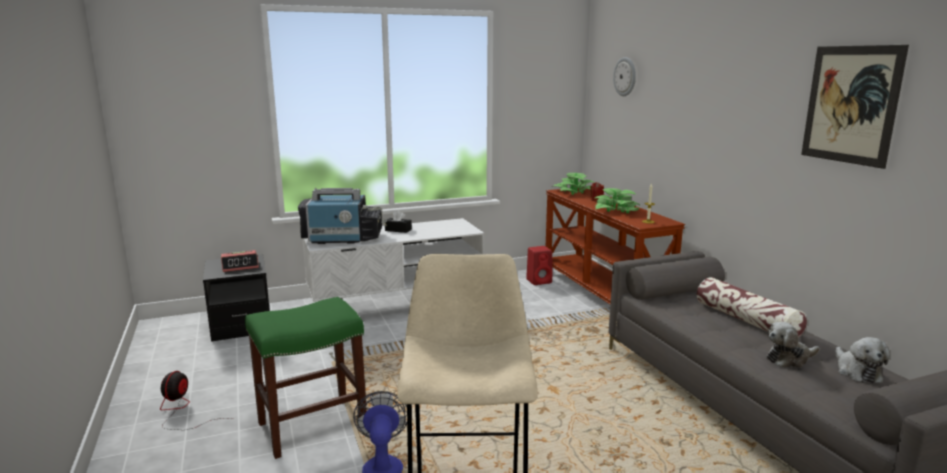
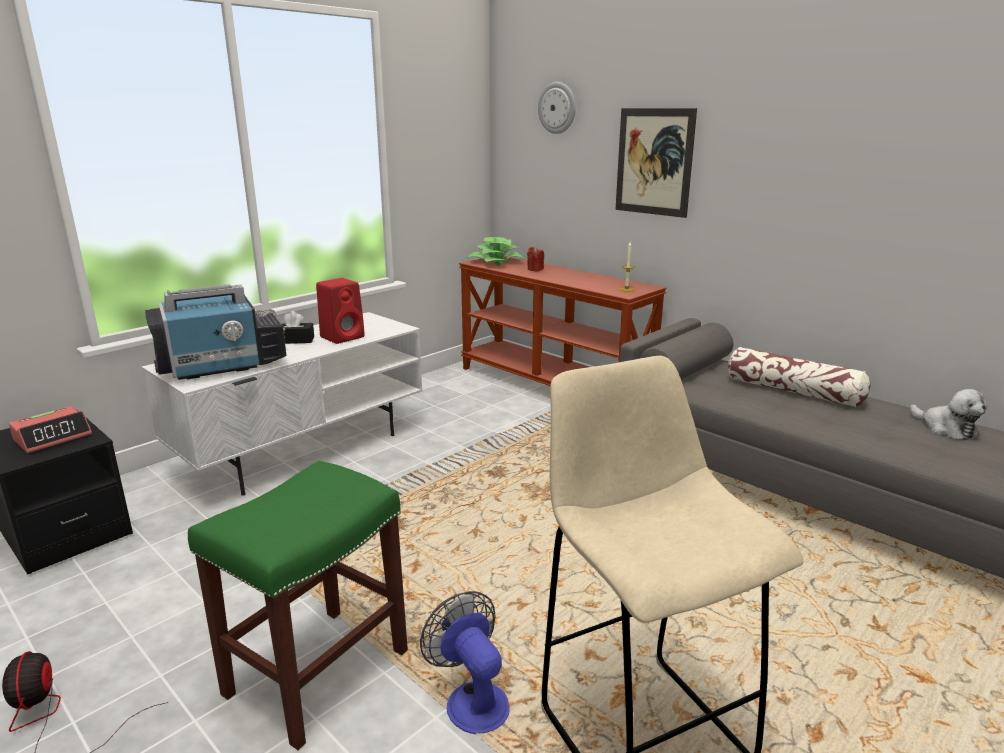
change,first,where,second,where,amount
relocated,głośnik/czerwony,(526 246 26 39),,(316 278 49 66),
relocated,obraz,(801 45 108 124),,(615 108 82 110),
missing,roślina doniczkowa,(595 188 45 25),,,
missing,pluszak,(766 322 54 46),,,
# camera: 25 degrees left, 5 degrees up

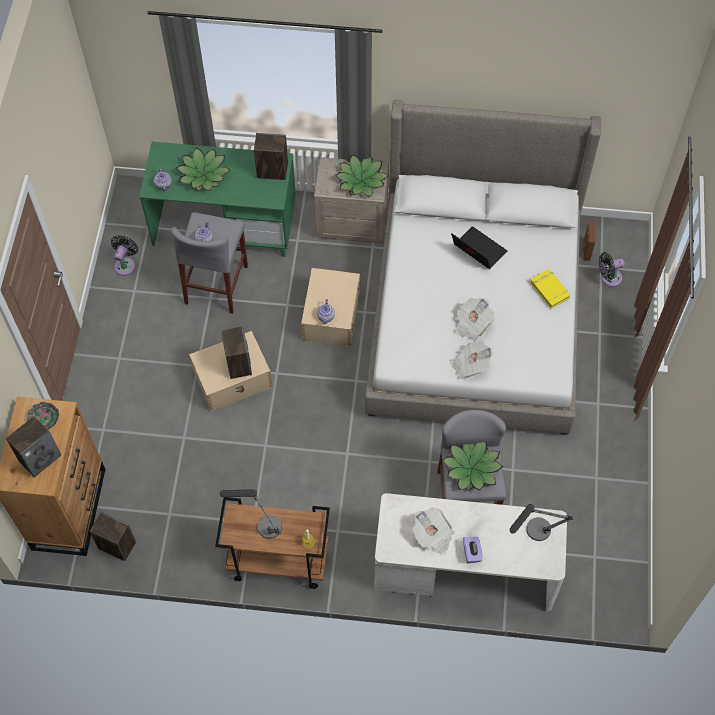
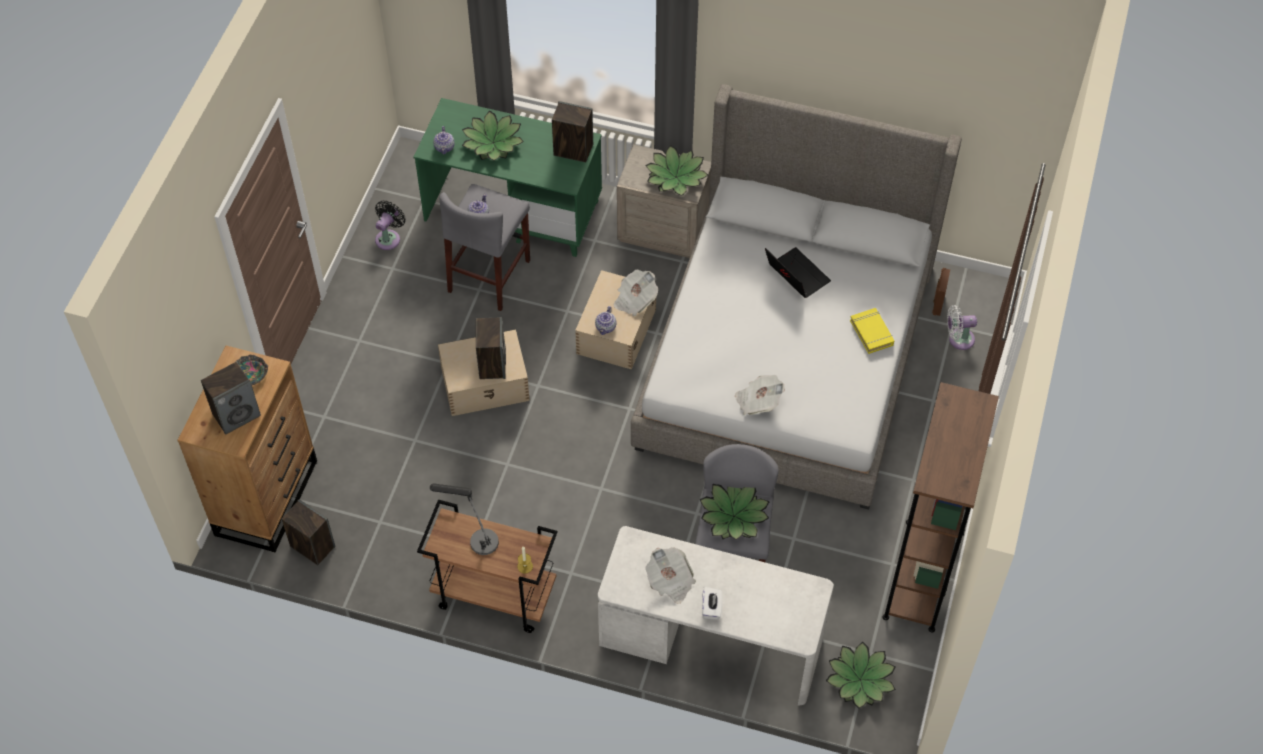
change,first,where,second,where,amount
relocated,gazeta,(455 298 39 42),,(614 269 44 47),
colour,pudełko chusteczek/fioletowy,(463 537 20 26),pudełko chusteczek/biały,(702 587 21 32),
appeared,,,roślina doniczkowa,(826 642 70 66),
appeared,,,regał/brązowy,(883 382 116 250),
colour,wentylator/czarny,(599 252 26 35),wentylator/biały,(947 305 30 45),
missing,lampa stołowa,(510 504 63 37),,,
# camera: 10 degrees right, 5 degrees down

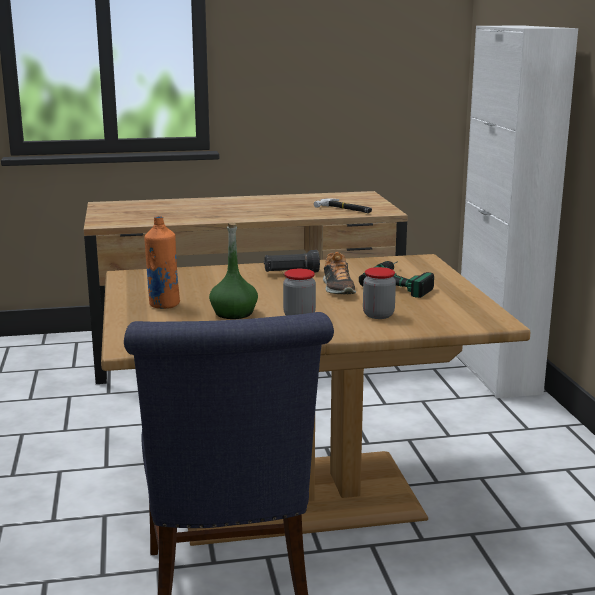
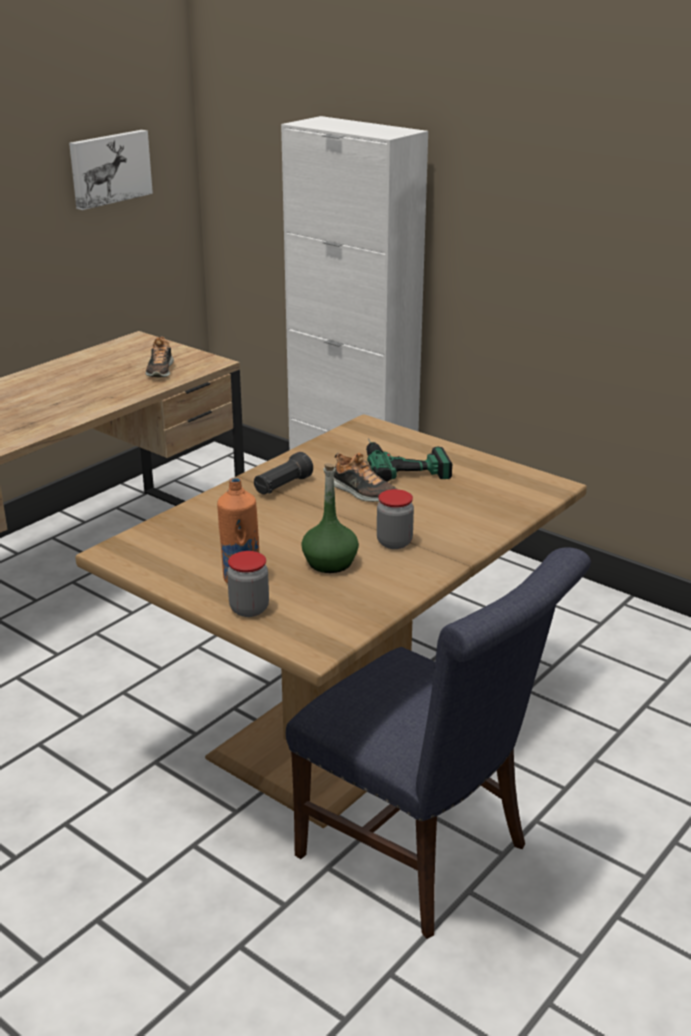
change,first,where,second,where,amount
appeared,,,obraz,(69 130 84 80),
exchanged,młotek,(314 198 58 15),but,(145 336 29 41),
relocated,słoik,(363 267 33 52),,(227 551 42 66),
# camera: 40 degrees left, 10 degrees up

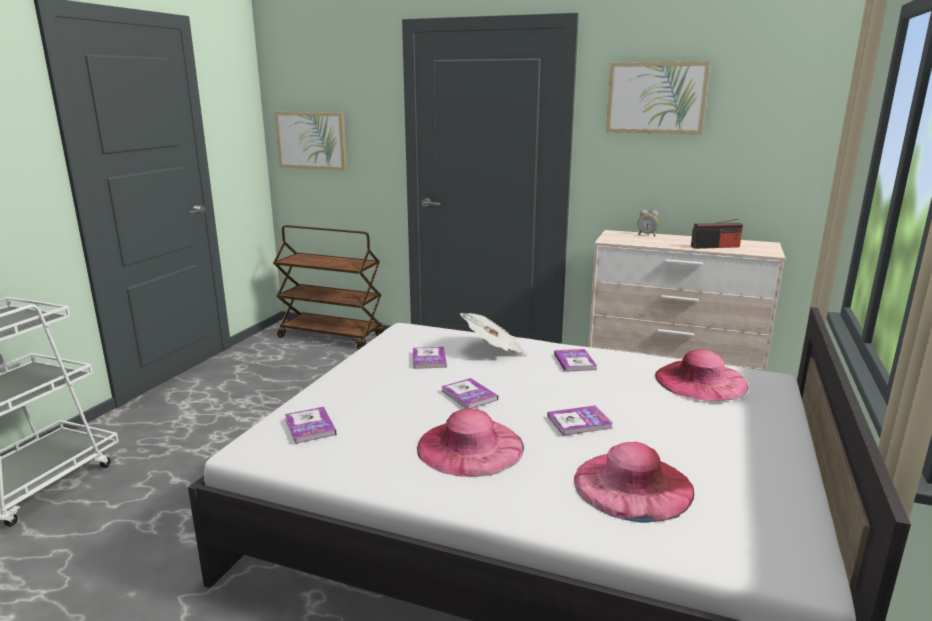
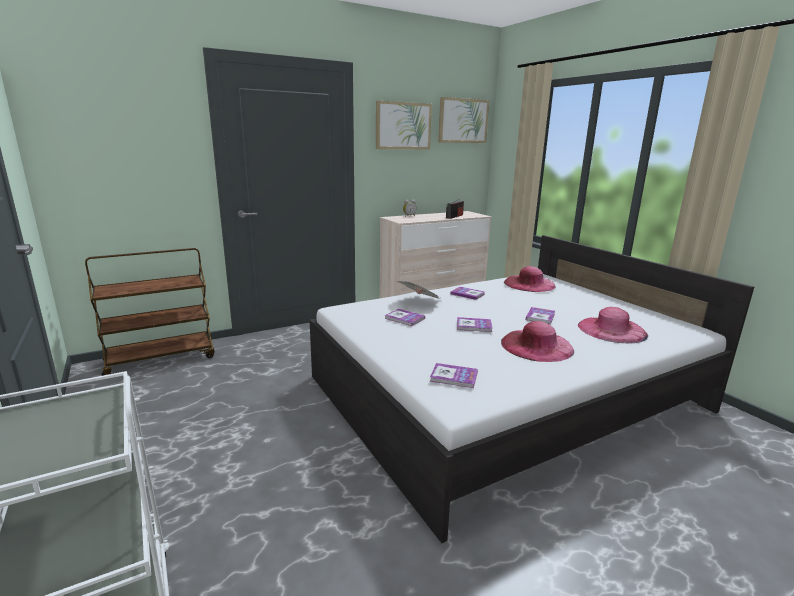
change,first,where,second,where,amount
relocated,obraz,(275 112 72 58),,(438 97 51 46),
# camera: 50 degrees left, 0 degrees up

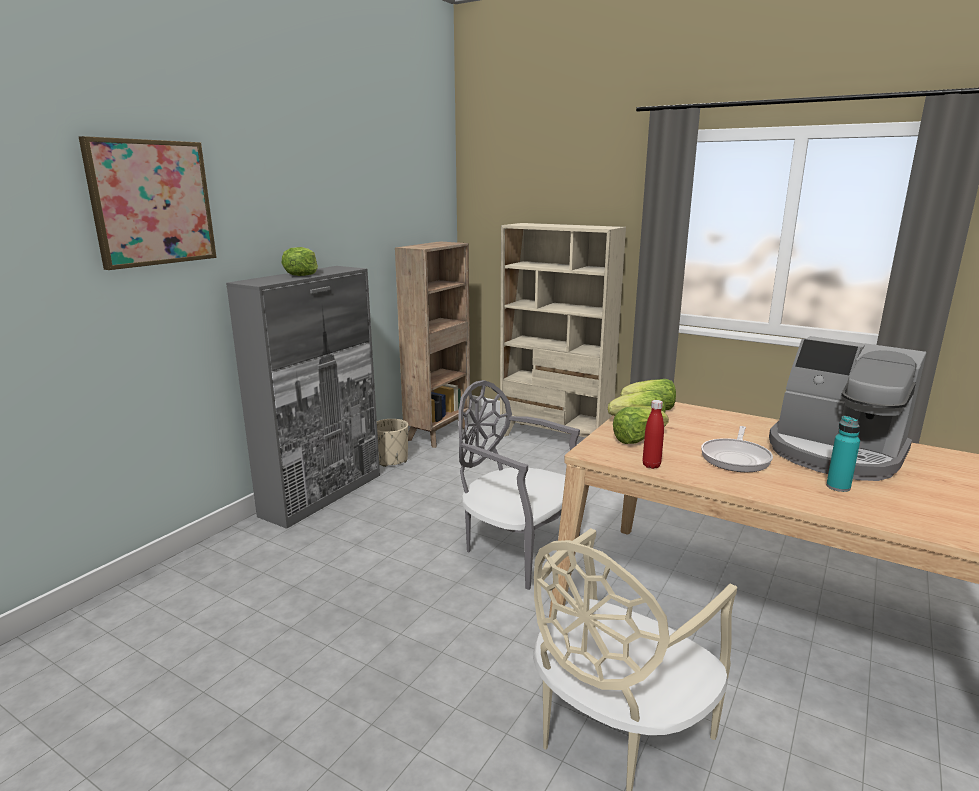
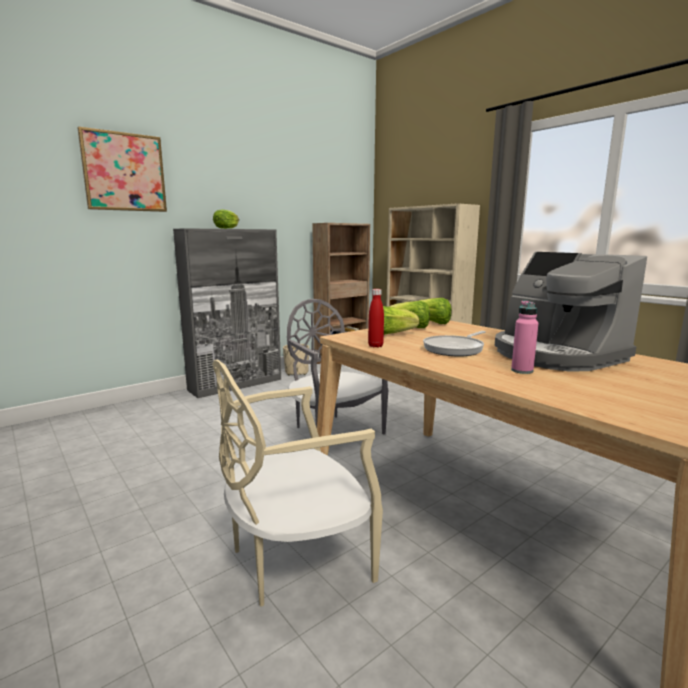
change,first,where,second,where,amount
colour,butelka/turkusowy,(826 416 34 76),butelka/różowy,(511 301 28 73),
# camera: 20 degrees right, 5 degrees down

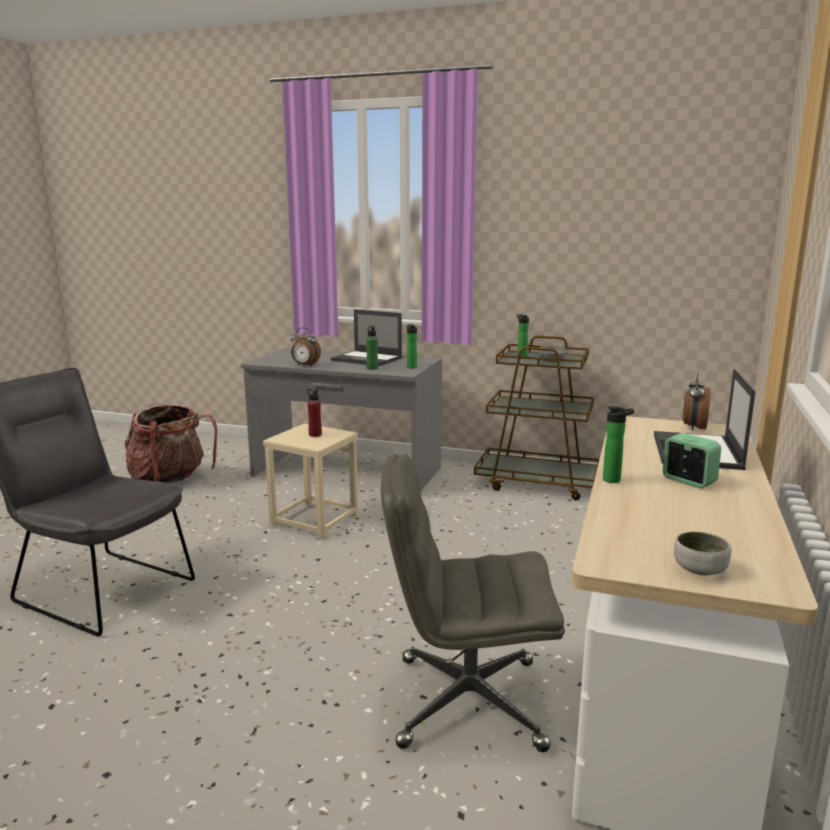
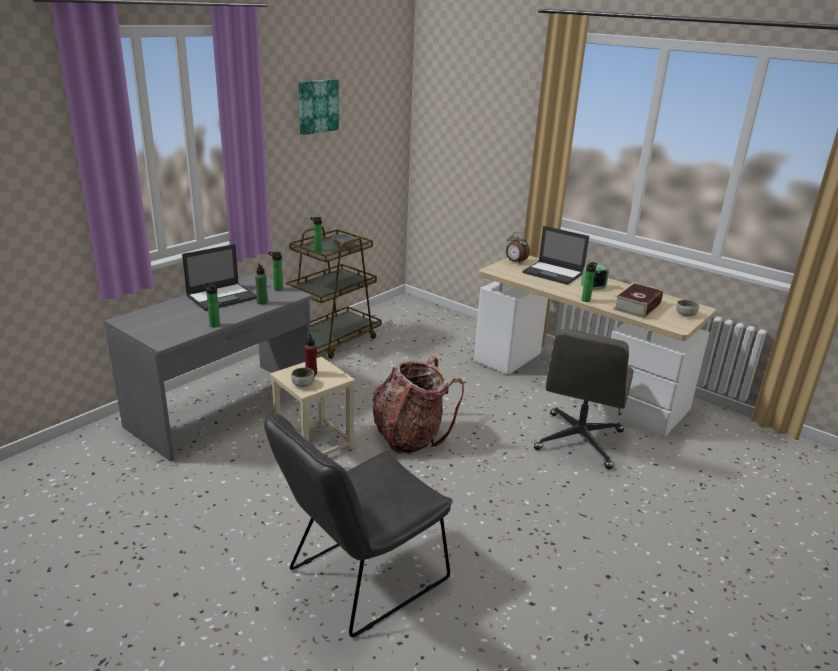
change,first,where,second,where,amount
exchanged,budzik,(291 327 30 40),butelka,(203 283 17 44),
appeared,,,miska,(291 367 24 20),
appeared,,,obraz,(298 79 41 56),
relocated,plecak,(125 403 92 80),,(372 356 92 98),
appeared,,,książka,(613 283 50 35),
# camera: 70 degrees left, 10 degrees up

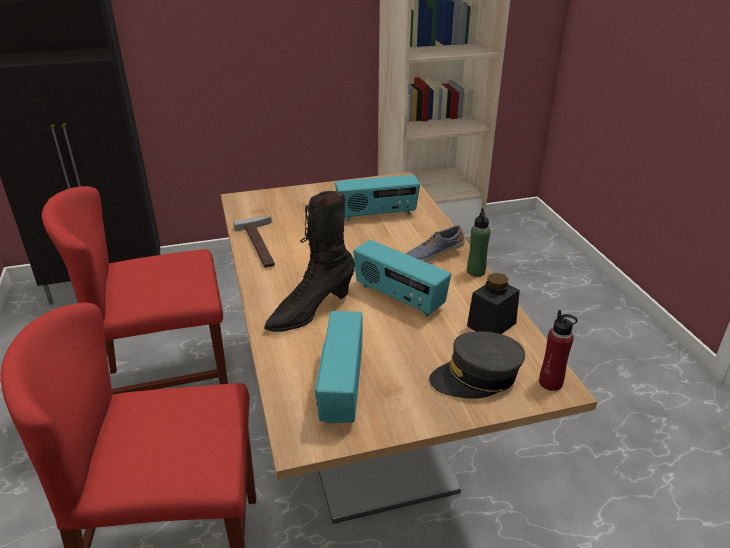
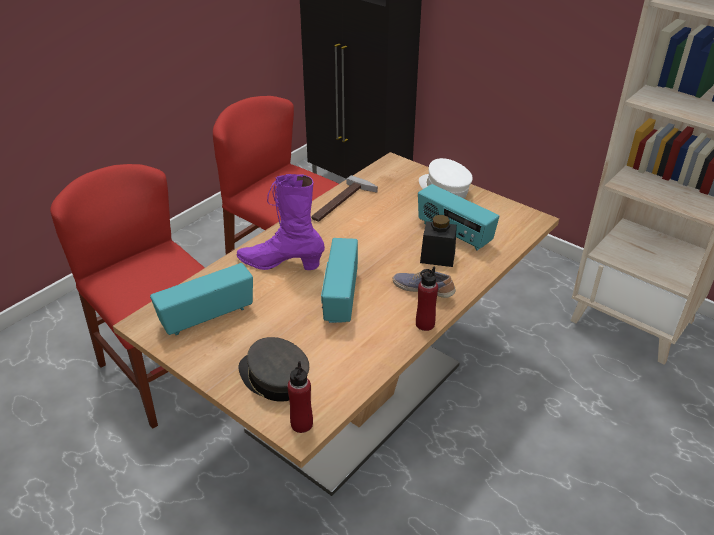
change,first,where,second,where,amount
colour,but z cholewką/czarny,(264 191 91 141),but z cholewką/fioletowy,(236 174 89 96),
colour,butelka/zielony,(467 208 24 69),butelka/czerwony,(416 267 22 64),
appeared,,,czapka z daszkiem/biały,(419 158 54 41),
relocated,słoik/czarny,(467 273 53 61),,(420 215 37 52),
# camera: 55 degrees right, 5 degrees up

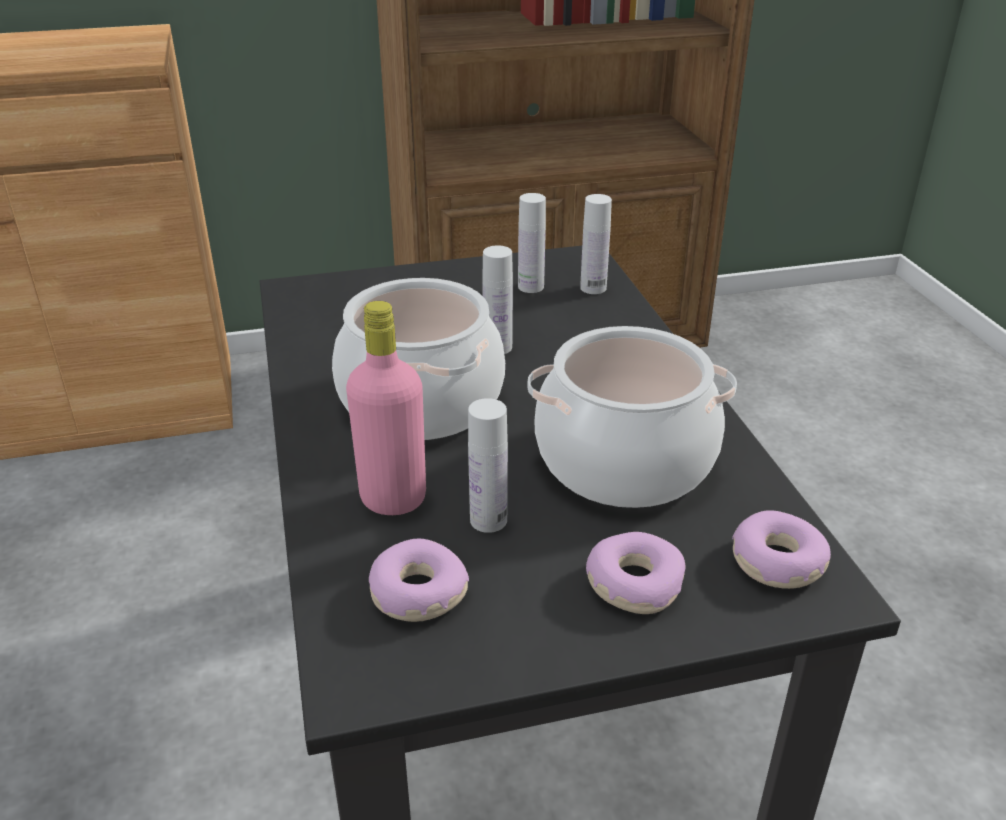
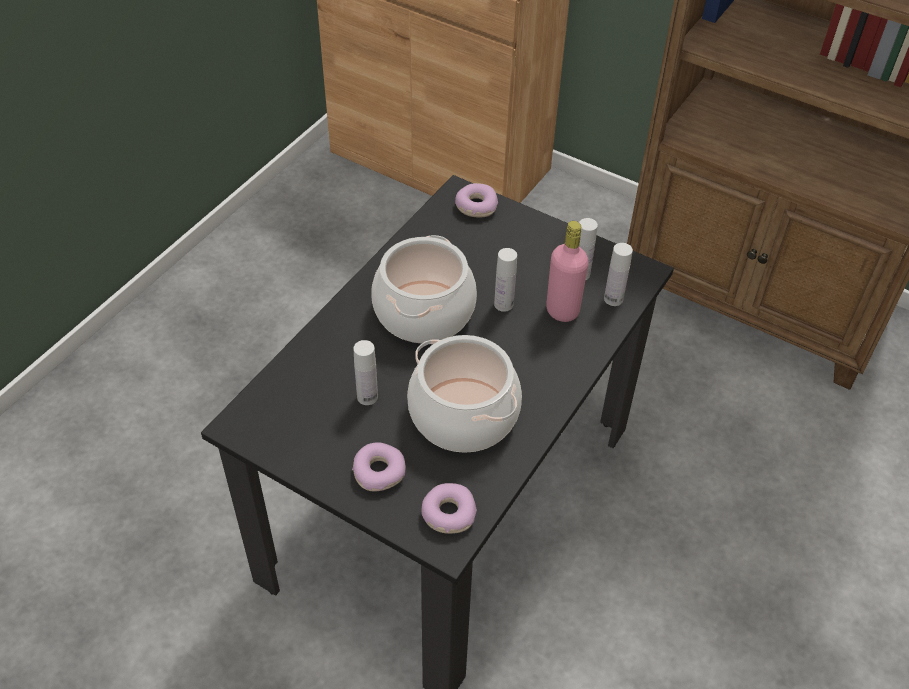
change,first,where,second,where,amount
relocated,donut,(369 538 100 84),,(455 183 43 34),
relocated,butelka/różowy,(346 301 80 214),,(546 221 43 101),
# camera: 45 degrees right, 15 degrees up

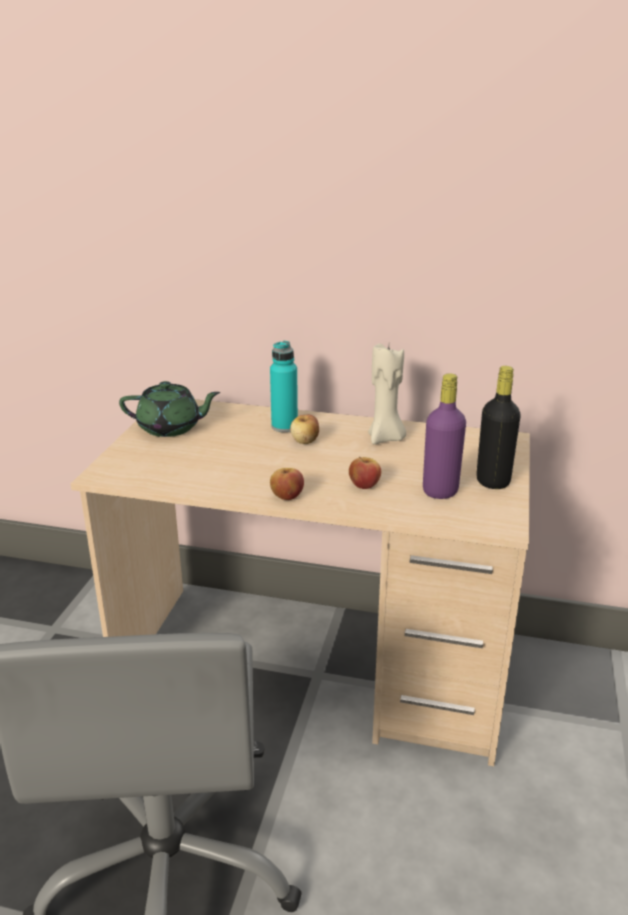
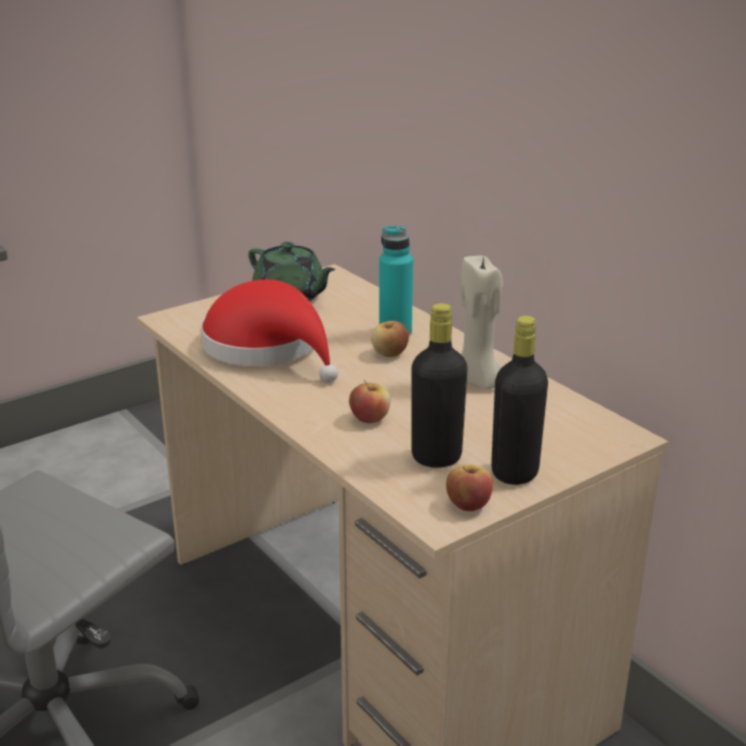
change,first,where,second,where,amount
appeared,,,kapelusz/czerwony,(200 279 138 103),
colour,butelka/fioletowy,(423 374 43 125),butelka/czarny,(411 303 57 165),
relocated,jabłko,(270 468 34 32),,(446 464 47 47),
# camera: 40 degrees right, 0 degrees up

